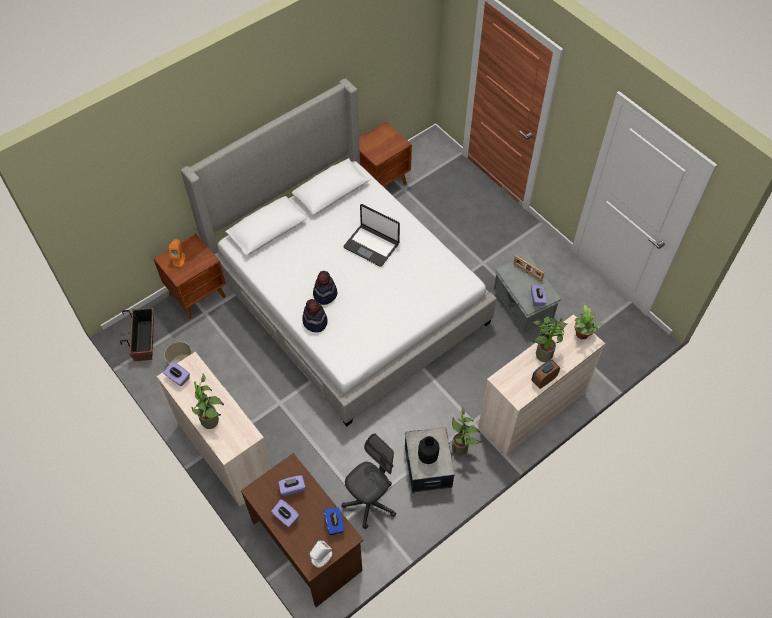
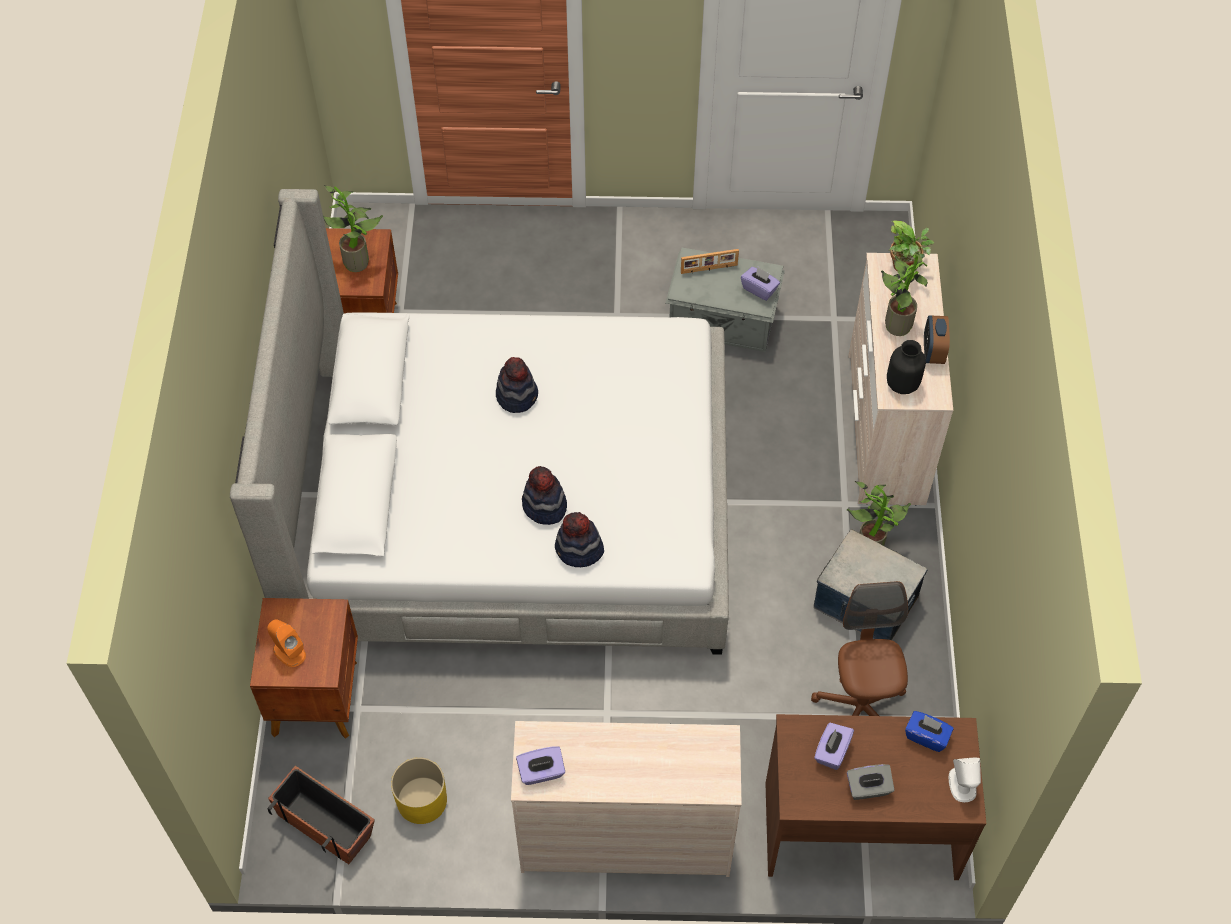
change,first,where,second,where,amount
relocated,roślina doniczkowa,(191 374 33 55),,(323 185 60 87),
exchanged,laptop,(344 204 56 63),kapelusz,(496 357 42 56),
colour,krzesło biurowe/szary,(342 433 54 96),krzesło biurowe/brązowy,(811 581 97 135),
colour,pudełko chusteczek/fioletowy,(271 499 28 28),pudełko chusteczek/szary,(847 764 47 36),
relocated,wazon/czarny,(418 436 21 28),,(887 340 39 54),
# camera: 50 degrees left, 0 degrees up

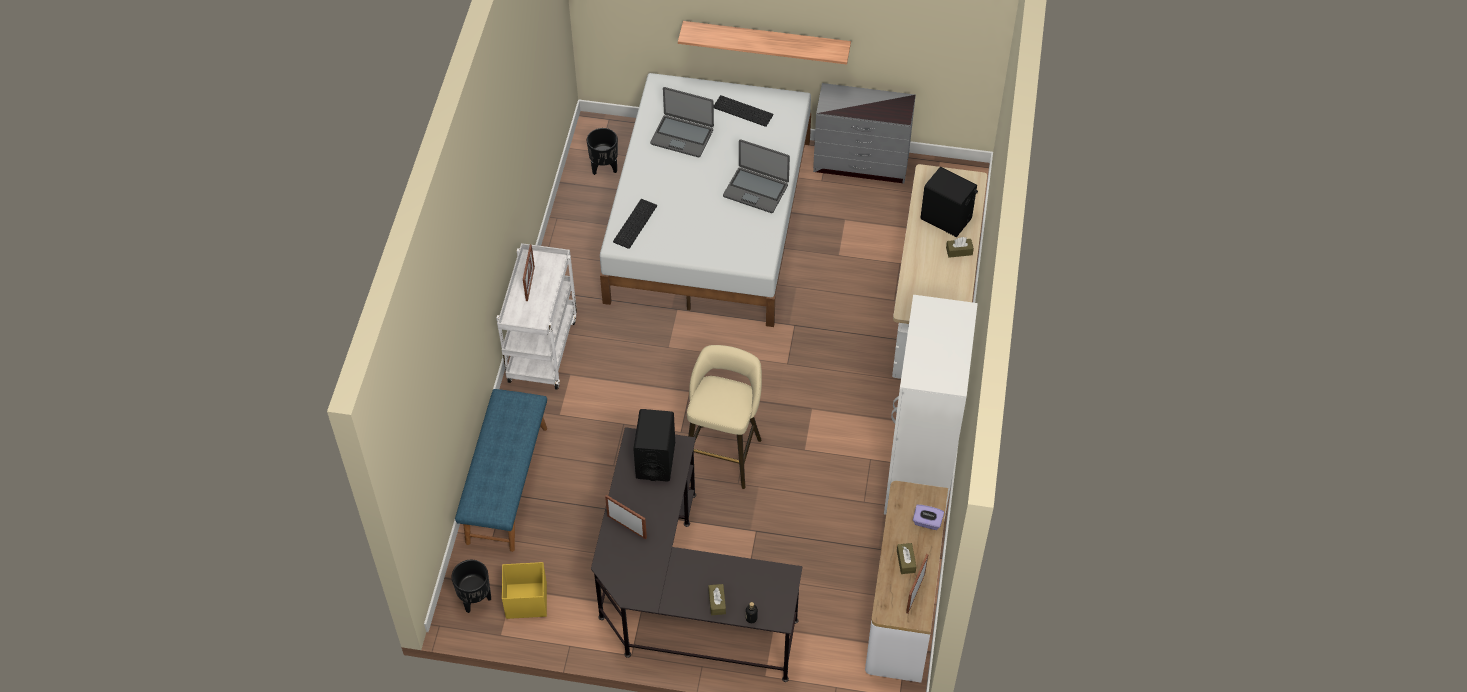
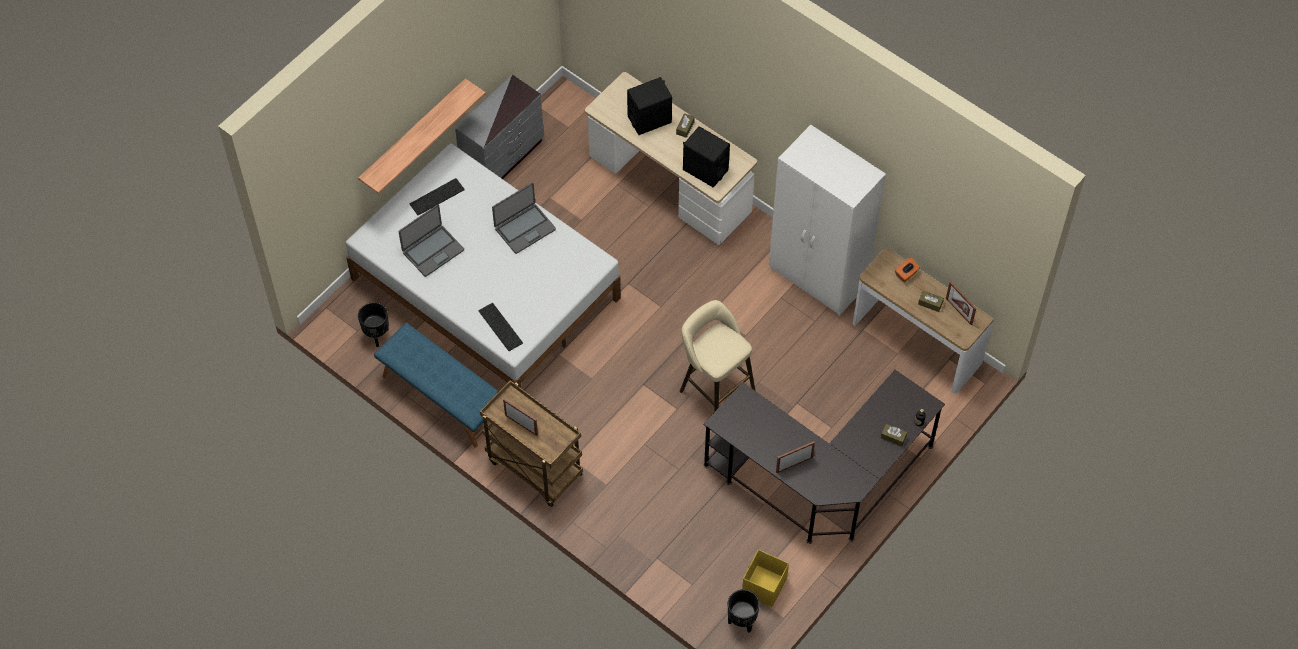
change,first,where,second,where,amount
relocated,ławka/niebieski,(455 389 92 163),,(374 323 125 125),
colour,wózek/biały,(496 243 81 147),wózek/brązowy,(480 380 103 127),
relocated,głośnik/czarny,(633 409 42 73),,(683 126 47 61),
colour,pudełko chusteczek/fioletowy,(913 504 31 26),pudełko chusteczek/pomarańczowy,(895 257 25 25),
# camera: 60 degrees left, 5 degrees up

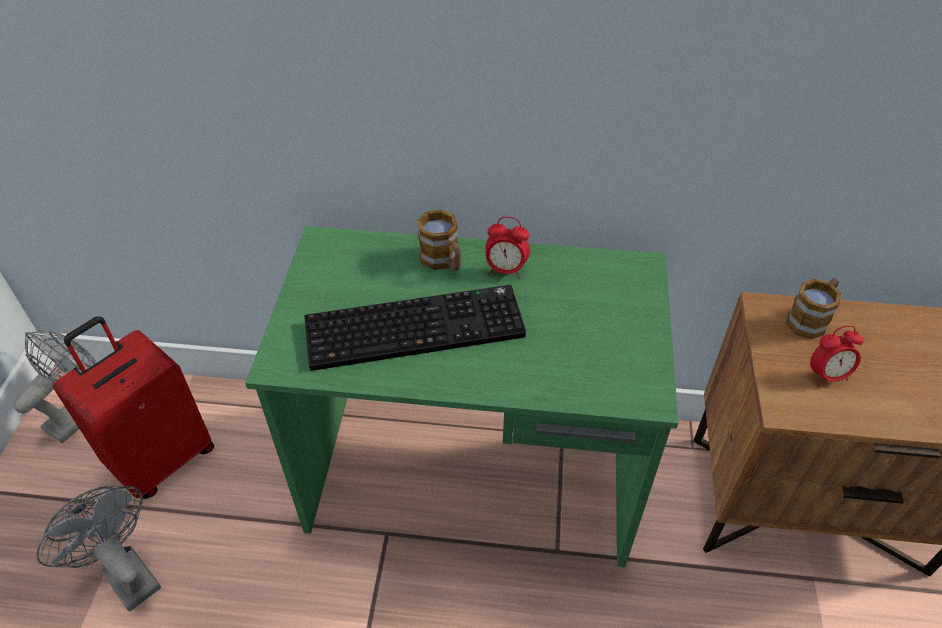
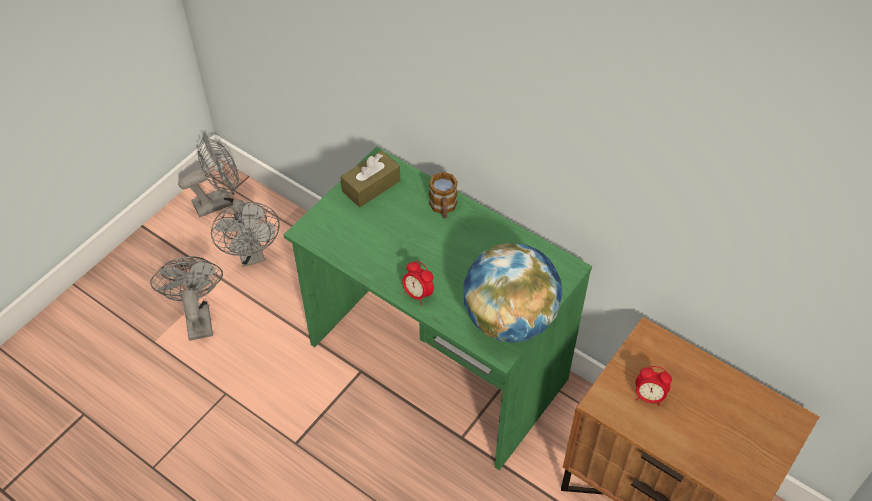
change,first,where,second,where,amount
exchanged,walizka/czerwony,(53 316 161 183),wentylator/szary,(211 199 69 68),
appeared,,,pudełko chusteczek/brązowy,(341 150 59 57),
relocated,budzik,(485 217 45 62),,(402 261 32 44),
appeared,,,globus,(463 243 100 100),
missing,klawiatura,(304 285 222 86),,,
missing,kubek,(786 278 55 61),,,
# camera: 30 degrees right, 5 degrees up

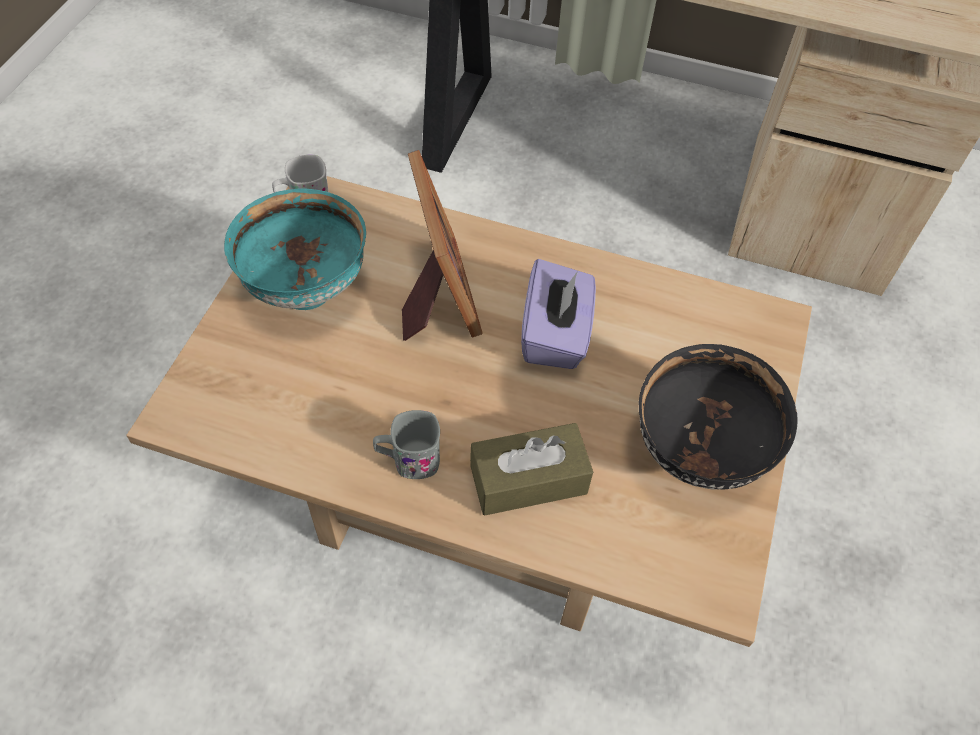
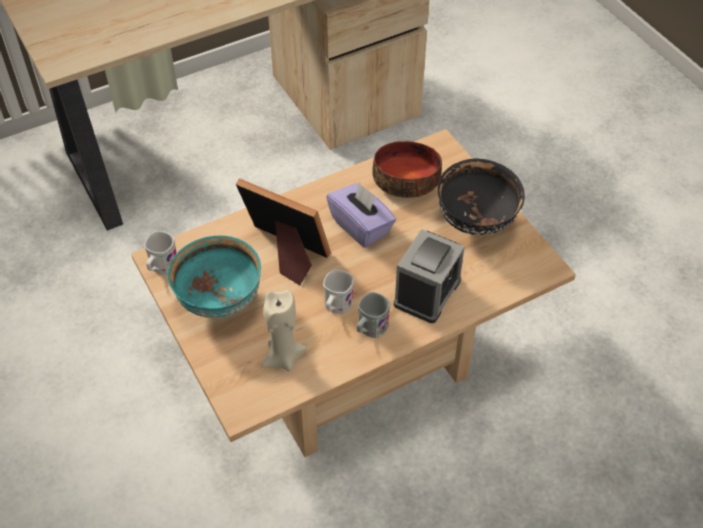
change,first,where,second,where,amount
appeared,,,świeca/beżowy,(262 290 45 82),
appeared,,,kubek/biały,(323 269 31 45),
appeared,,,miska,(372 141 70 57),
exchanged,pudełko chusteczek/brązowy,(470 423 123 93),budzik,(394 229 70 94),
# camera: 45 degrees left, 5 degrees down

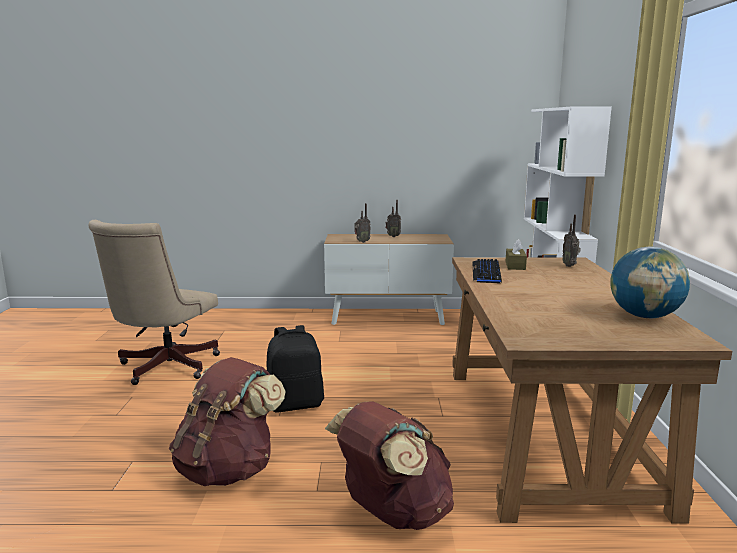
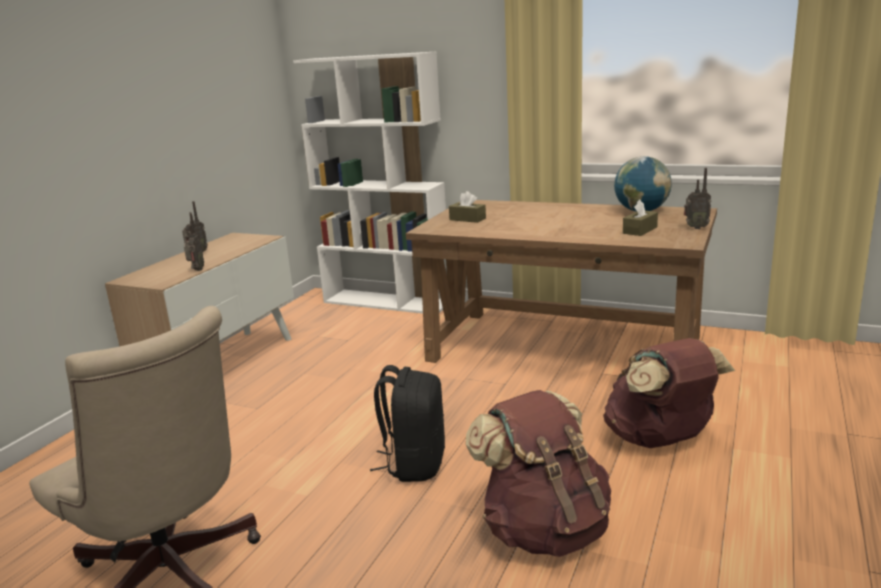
change,first,where,second,where,amount
appeared,,,pudełko chusteczek/brązowy,(623 200 35 36),
relocated,radio,(562 215 19 52),,(684 168 27 61),
missing,klawiatura,(472 259 30 24),,,
# camera: 65 degrees left, 5 degrees up

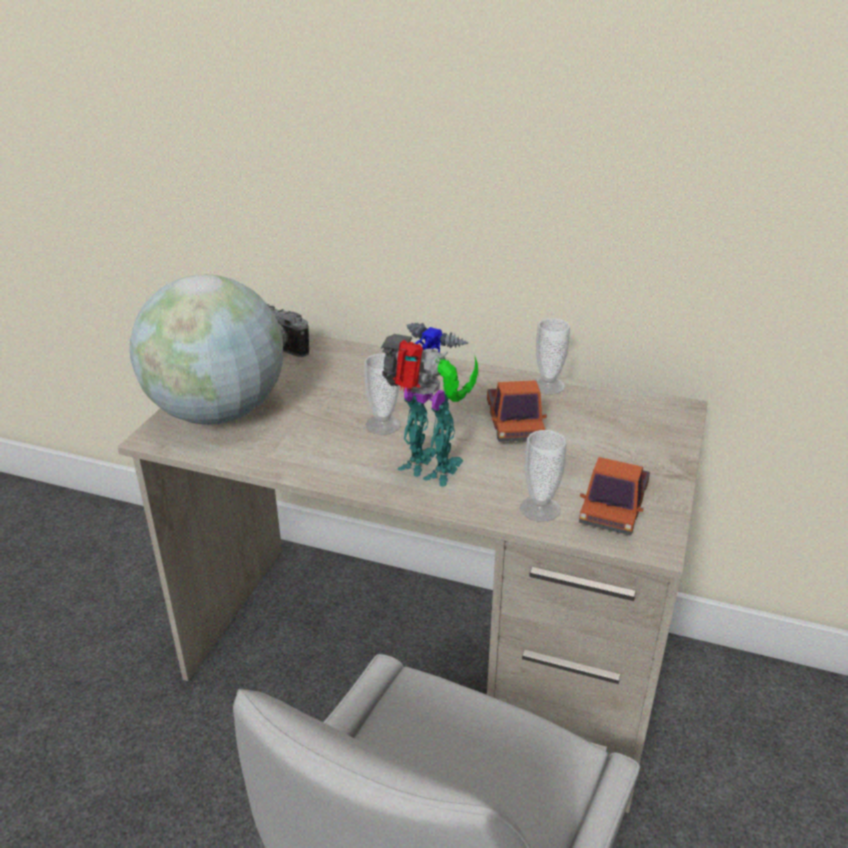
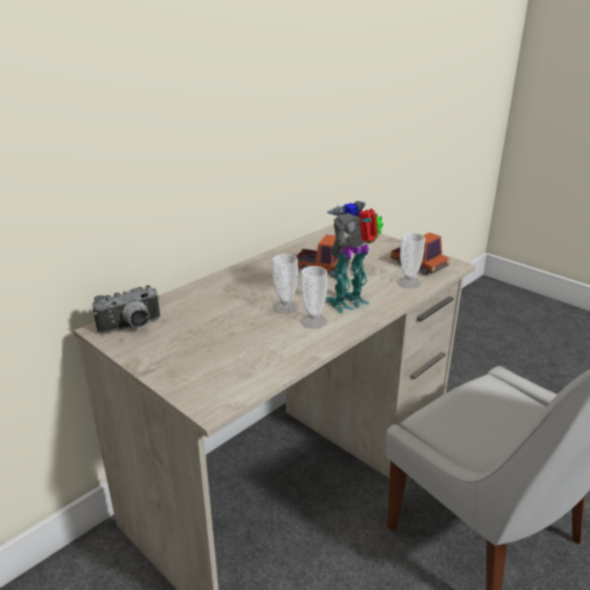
change,first,where,second,where,amount
relocated,filiżanka,(536 318 34 76),,(300 266 27 62),
missing,globus,(129 274 154 151),,,
# camera: 65 degrees left, 5 degrees down

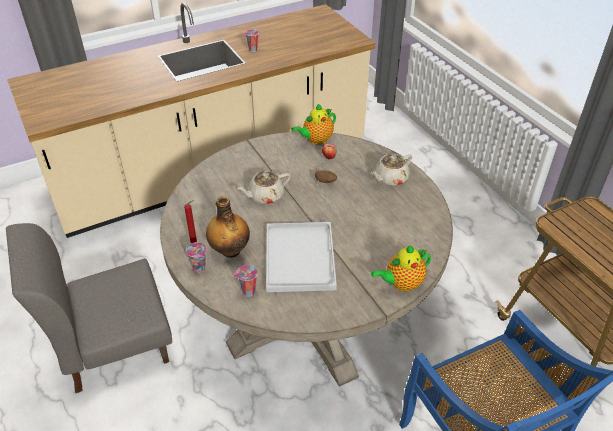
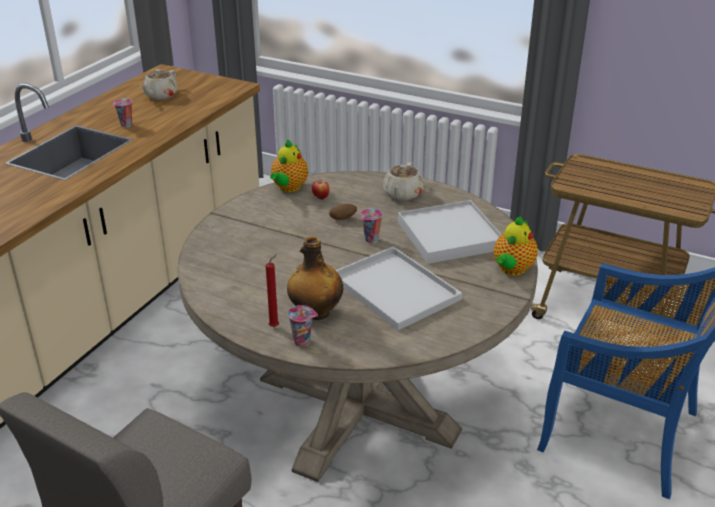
change,first,where,second,where,amount
relocated,imbryk/beżowy,(237 171 54 33),,(140 69 38 31),
relocated,filiżanka,(233 265 25 32),,(361 208 22 35),
appeared,,,taca/biały,(398 200 104 64),
# camera: 35 degrees left, 10 degrees down

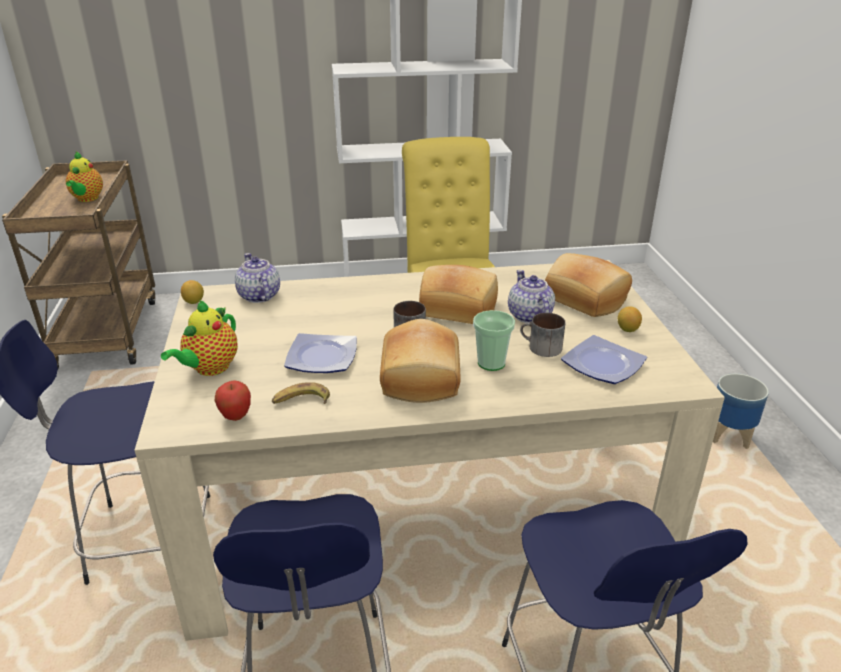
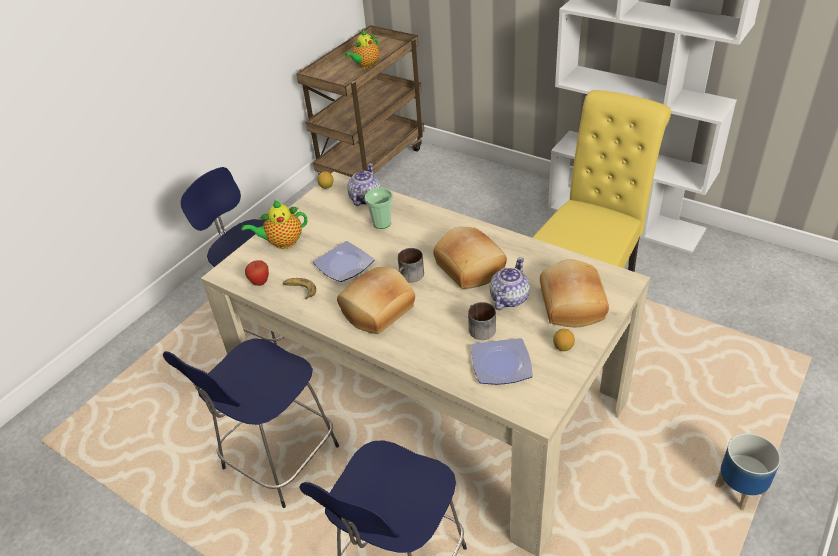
change,first,where,second,where,amount
relocated,filiżanka,(473 310 42 61),,(365 188 28 41),
# camera: 45 degrees right, 10 degrees up

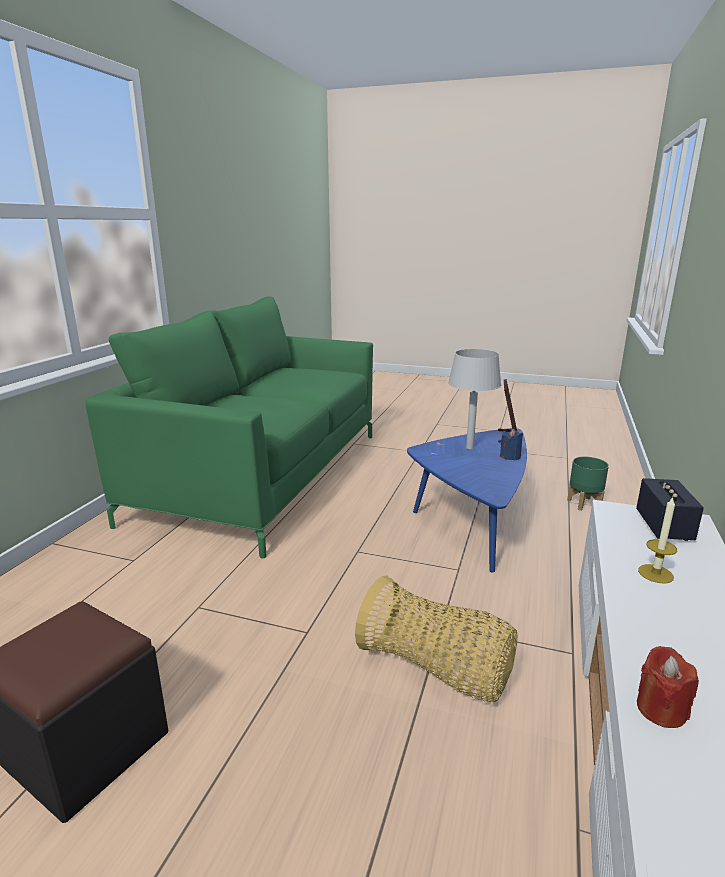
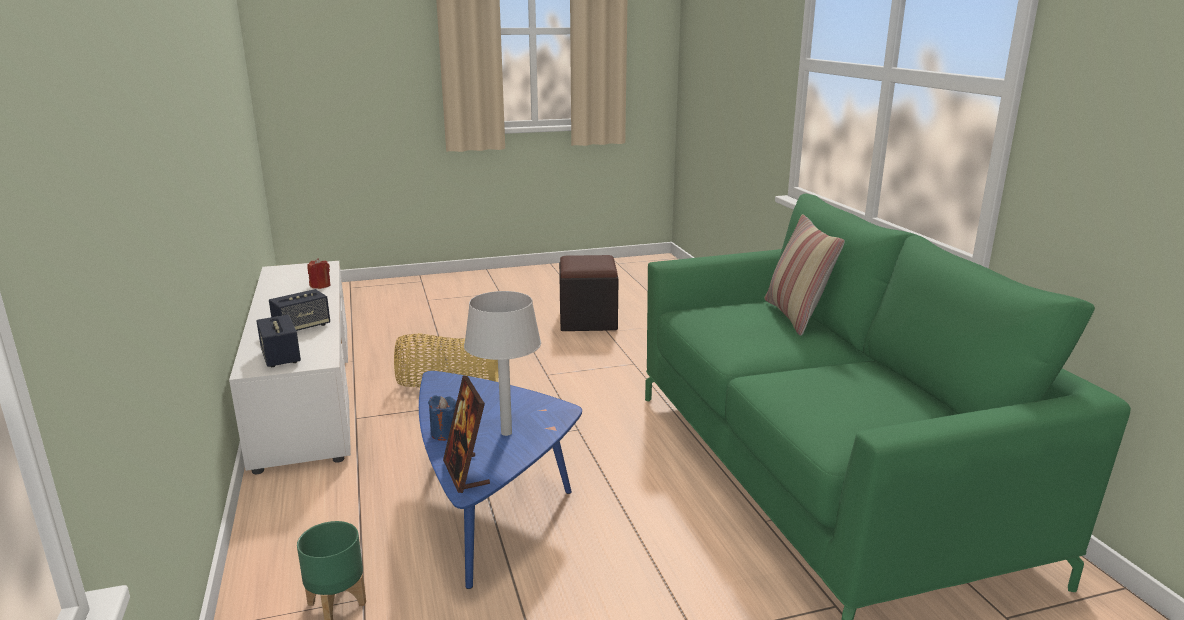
change,first,where,second,where,amount
exchanged,świeca,(638 497 39 87),głośnik,(269 289 61 42),
appeared,,,poduszka,(764 214 81 122),
# camera: 145 degrees right, 0 degrees up

